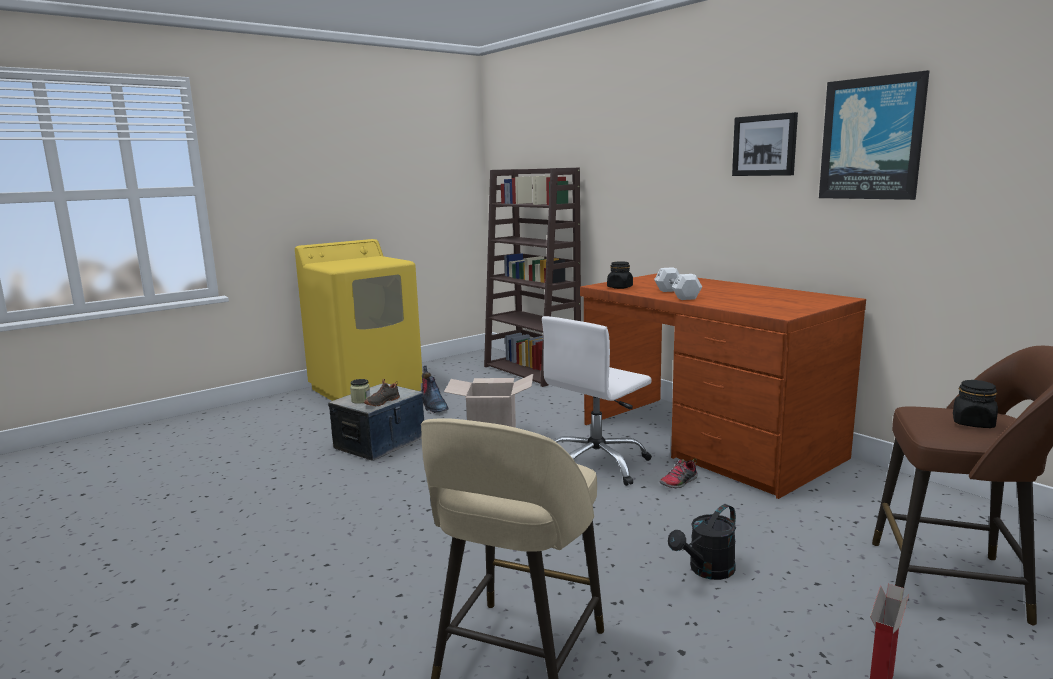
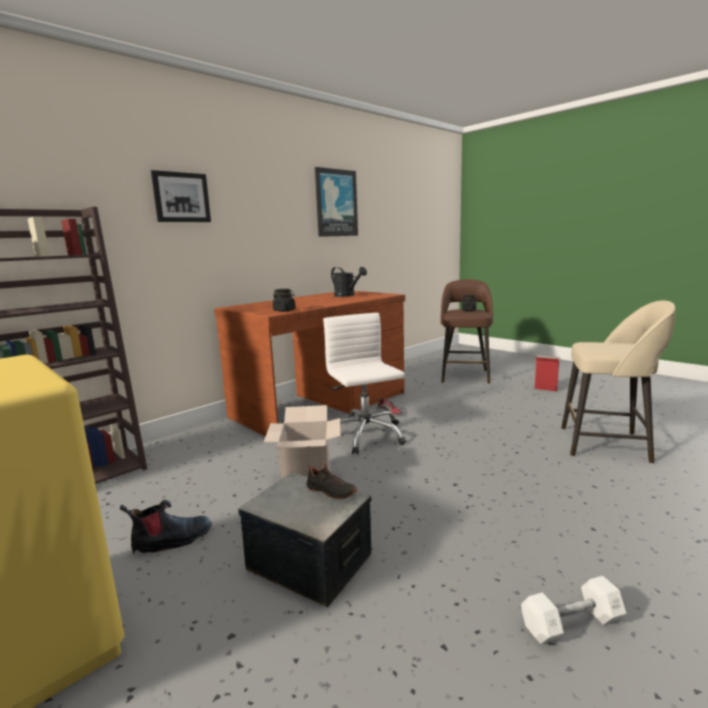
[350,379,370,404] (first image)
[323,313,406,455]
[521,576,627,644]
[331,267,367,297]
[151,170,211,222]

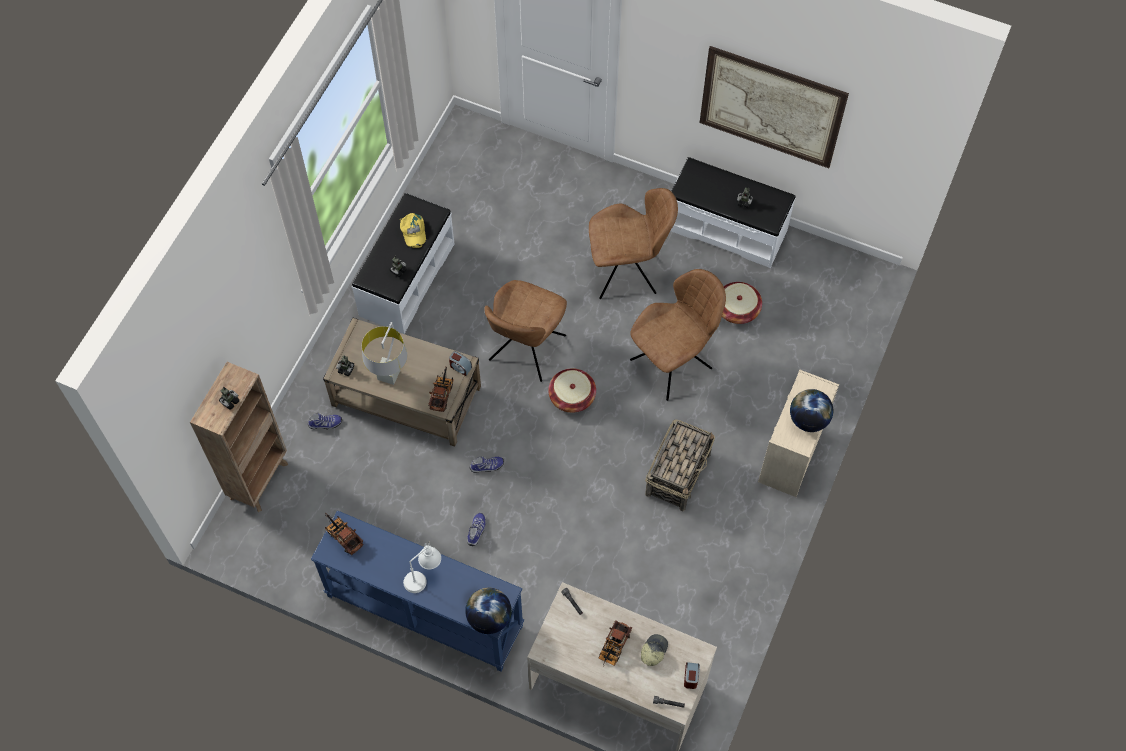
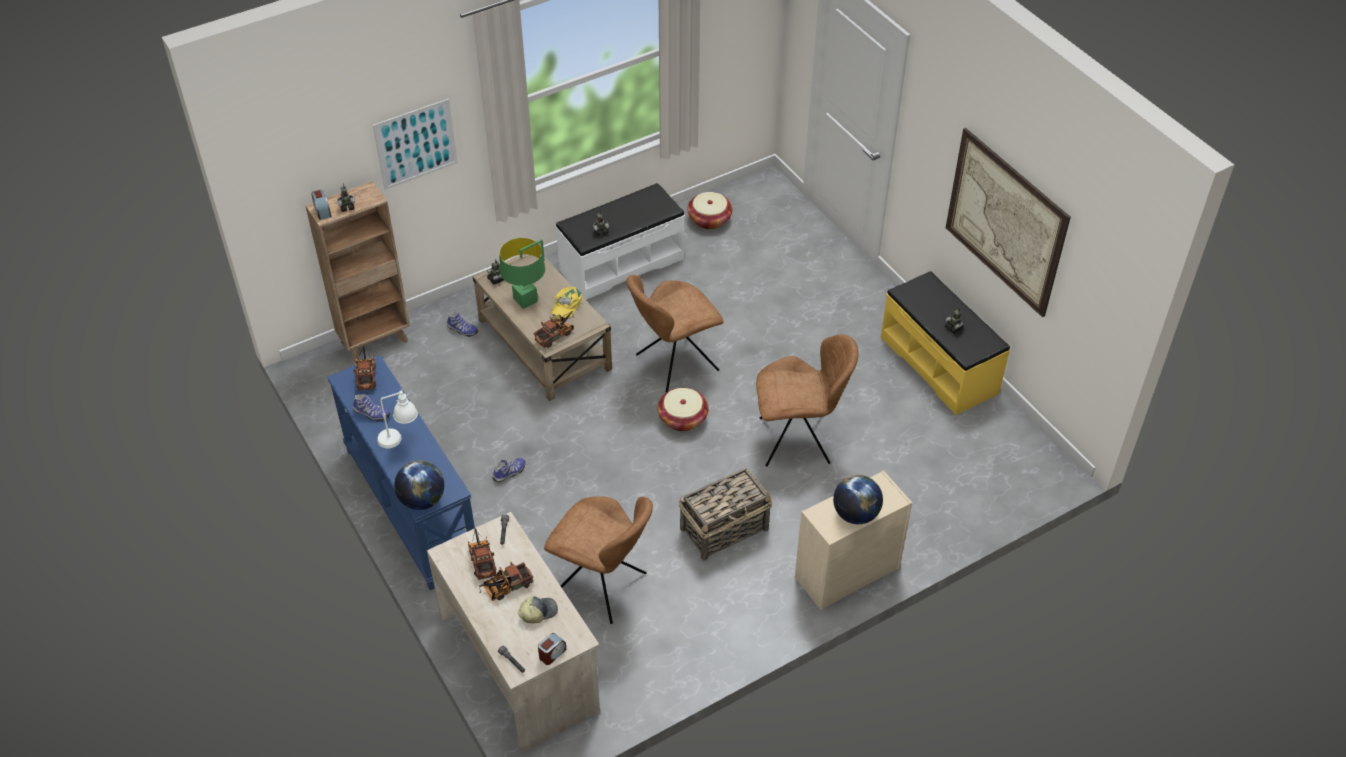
[500,238,545,309]
[551,287,582,319]
[311,190,331,220]
[353,394,390,421]
[544,496,653,624]
[881,271,1010,415]
[687,192,732,229]
[373,98,458,190]
[468,526,496,580]

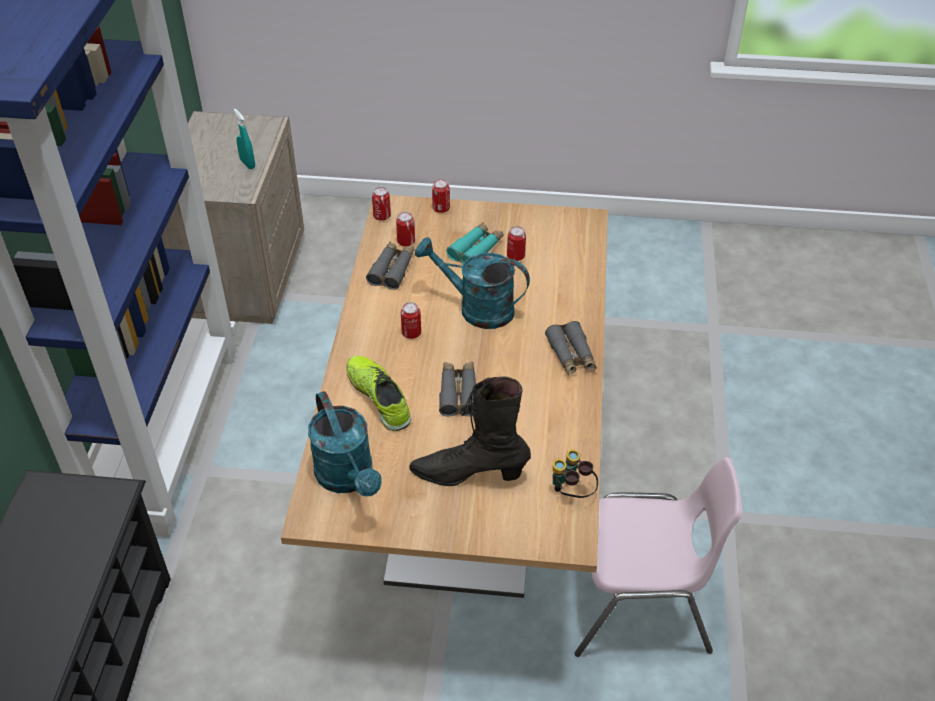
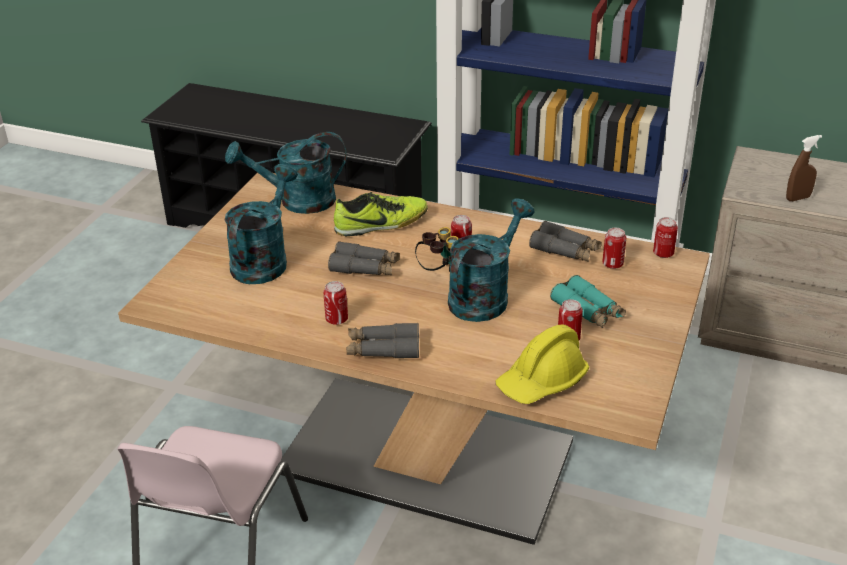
[786,135,822,201]
[225,164,298,284]
[323,281,348,325]
[415,227,459,272]
[496,324,589,404]

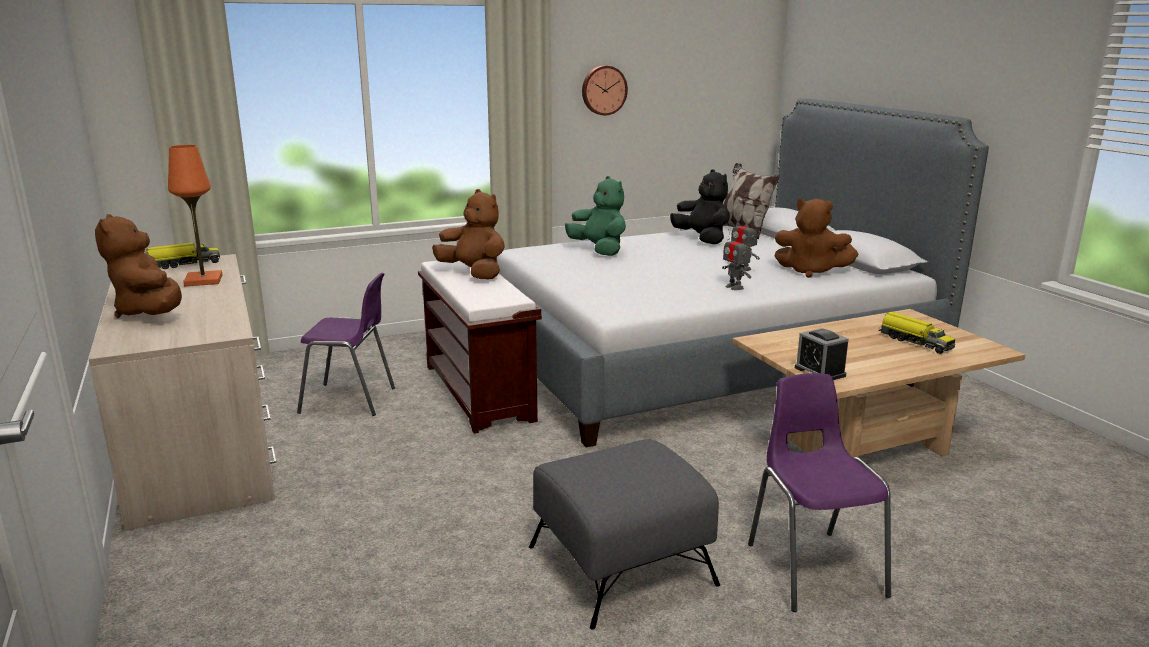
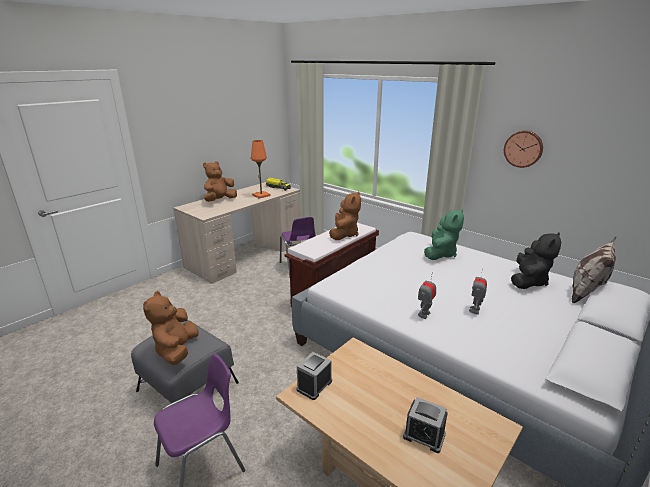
[143,291,199,365]
[403,397,448,453]

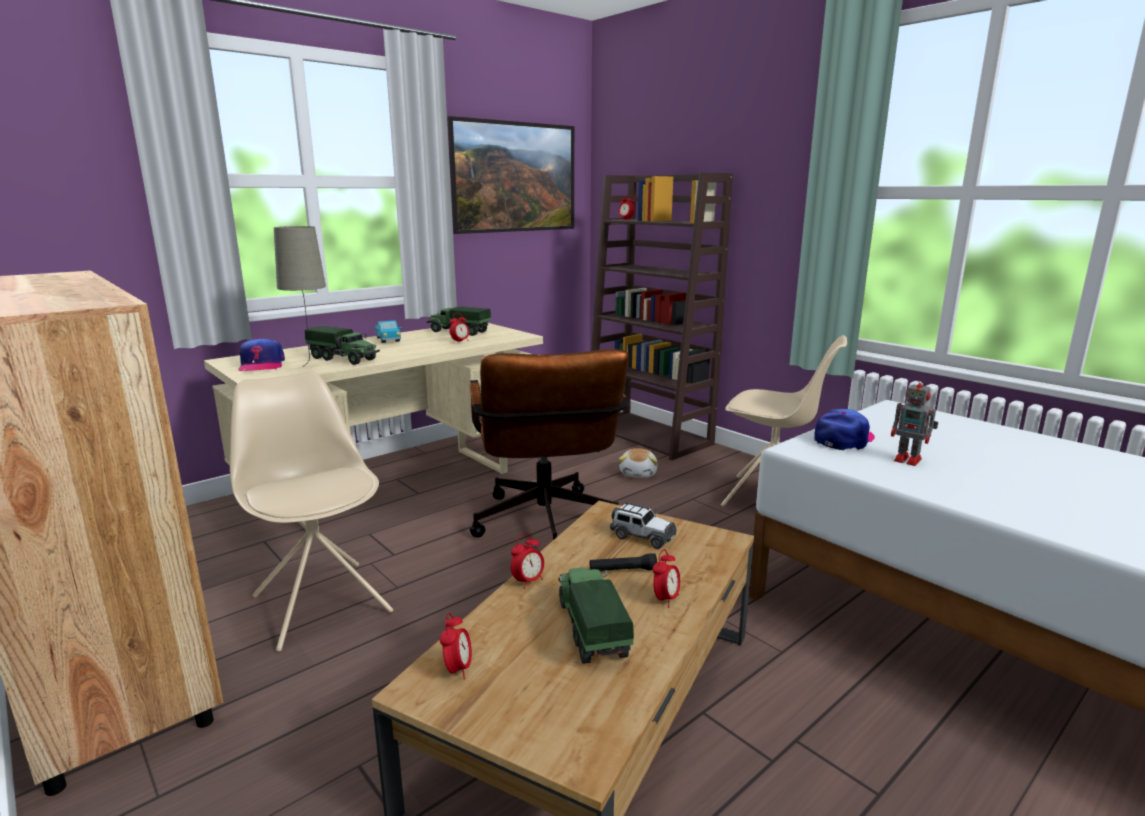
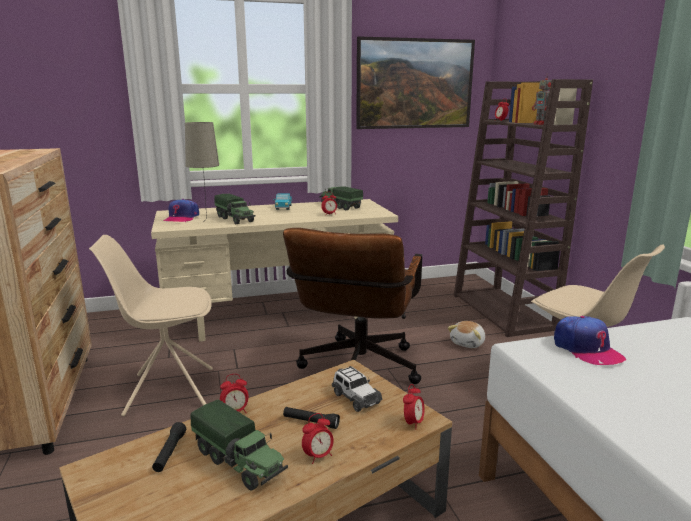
[89,235,213,416]
[403,384,425,430]
[191,399,288,491]
[554,316,626,365]
[532,74,552,125]
[152,422,186,472]

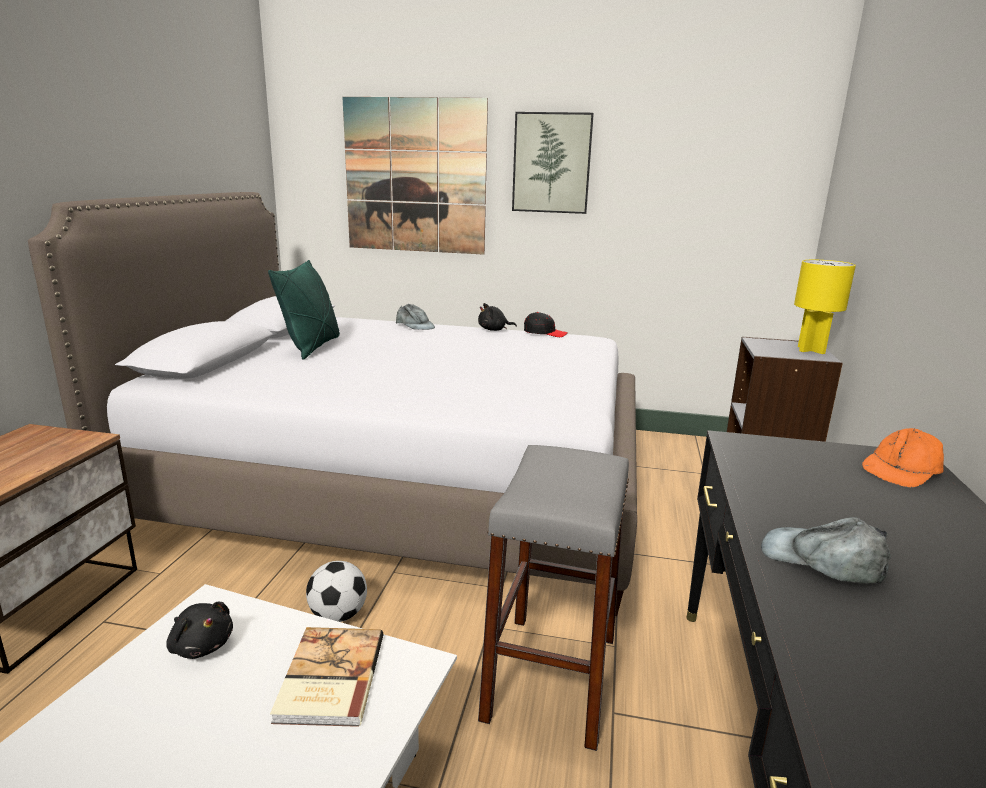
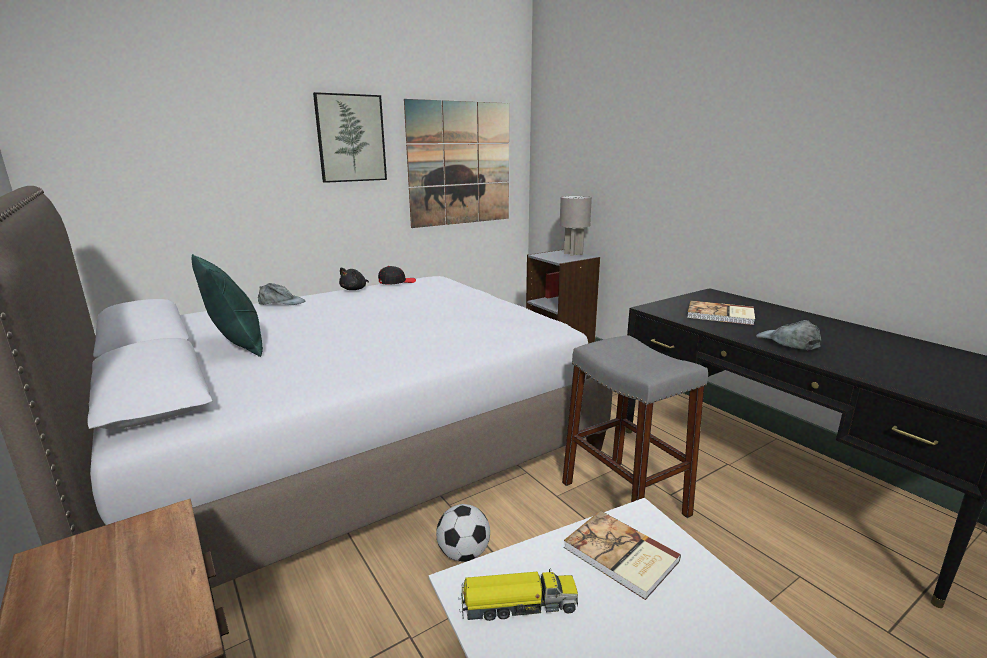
[459,569,578,621]
[404,99,509,228]
[756,320,821,350]
[560,196,592,256]
[862,428,944,488] (first image)
[687,301,755,325]

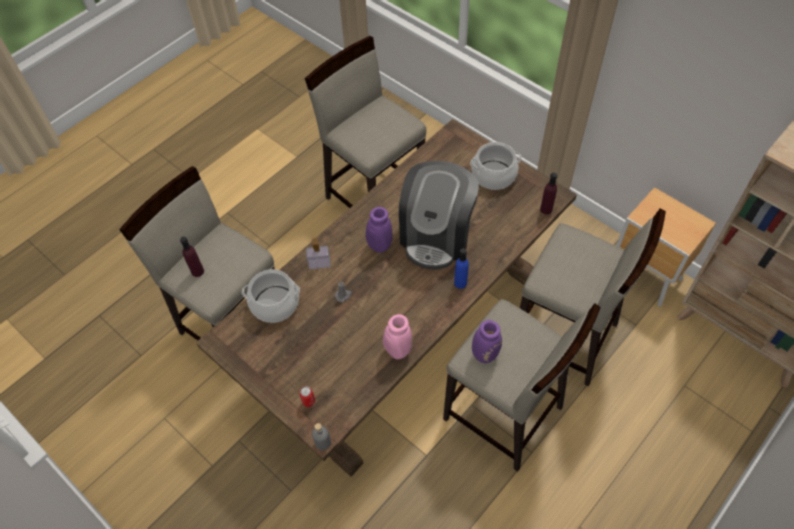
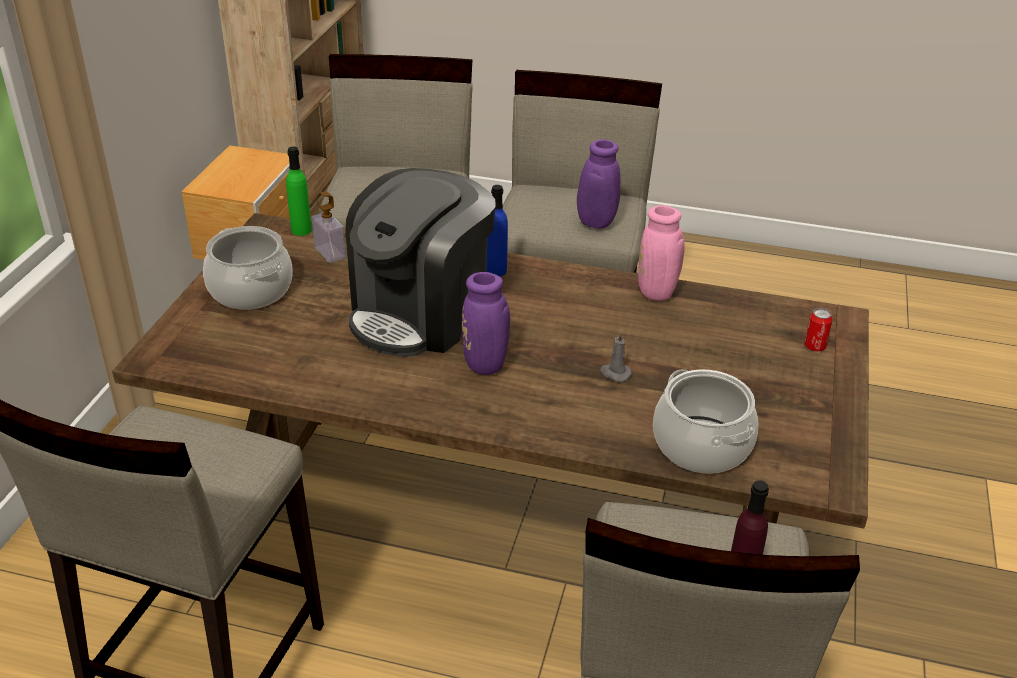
[312,192,346,263]
[312,423,331,450] (first image)
[345,168,495,357]
[286,147,312,236]

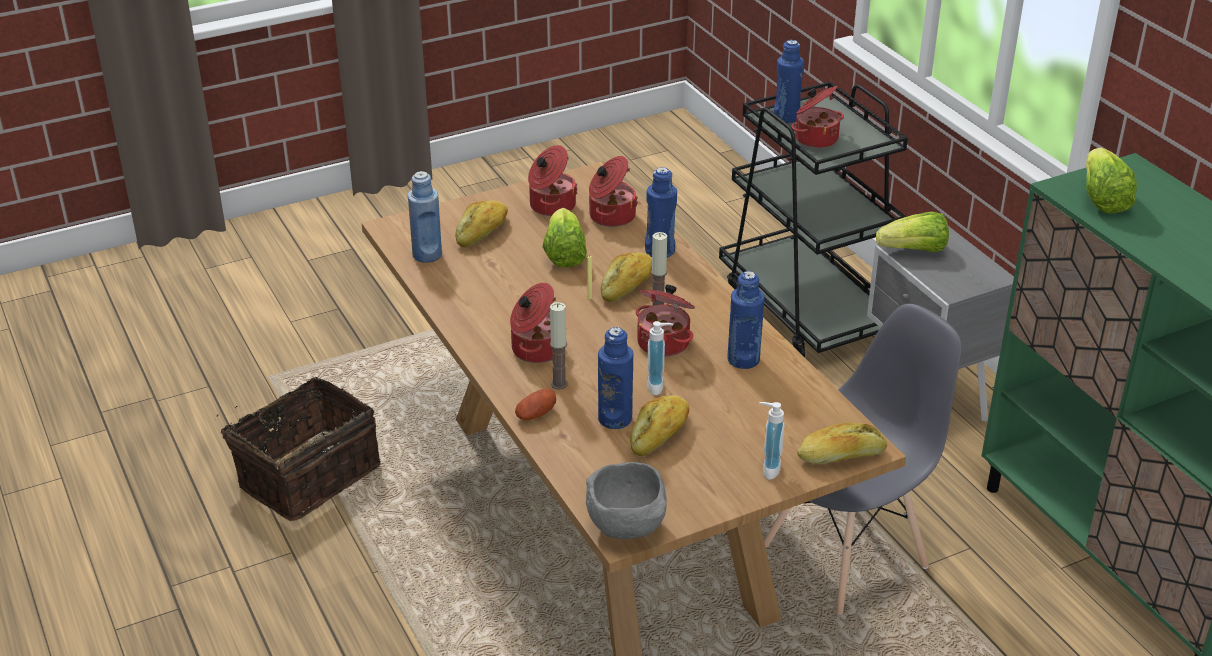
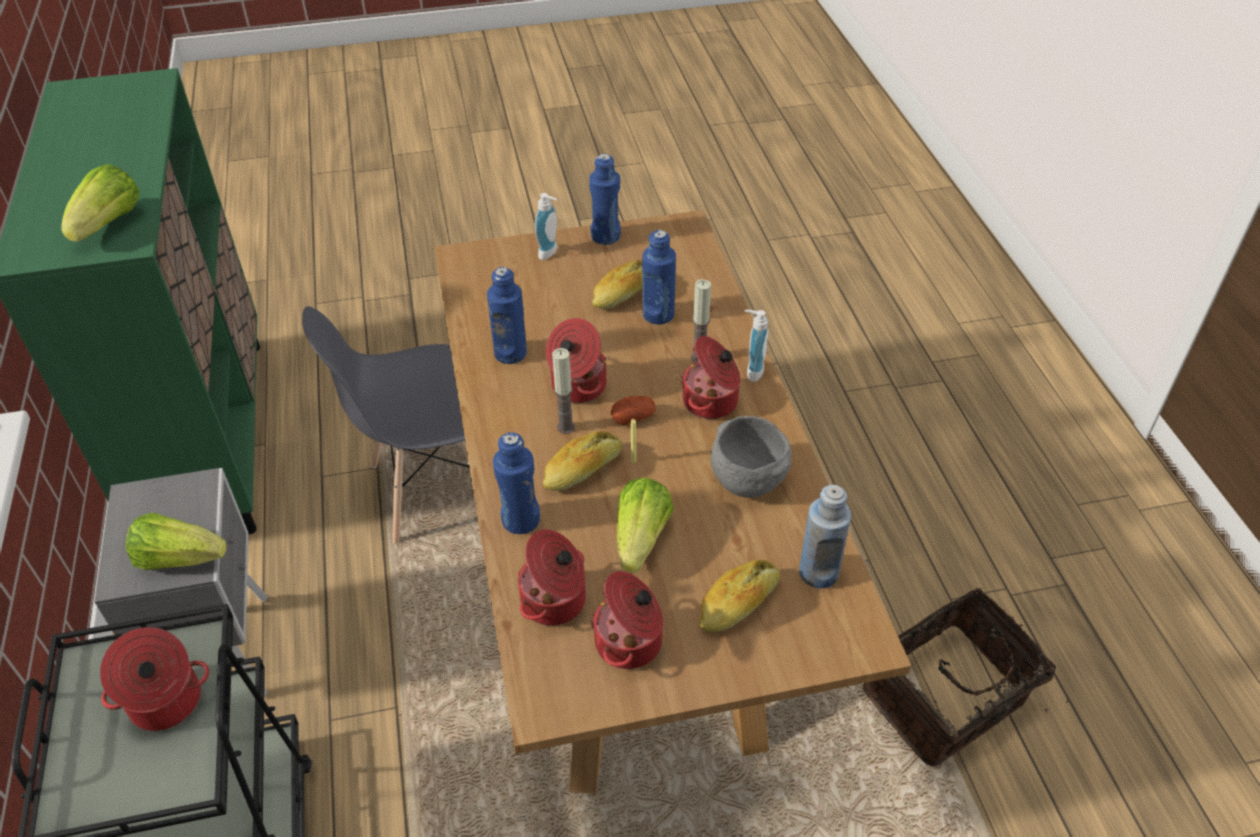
[611,396,656,425]
[711,416,792,498]
[745,310,769,382]
[589,154,620,245]
[797,423,887,464] (first image)

